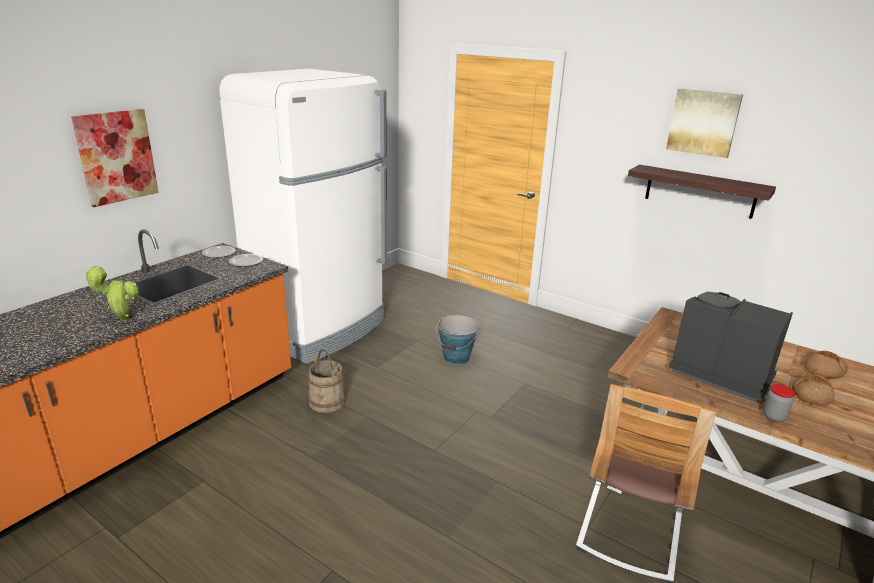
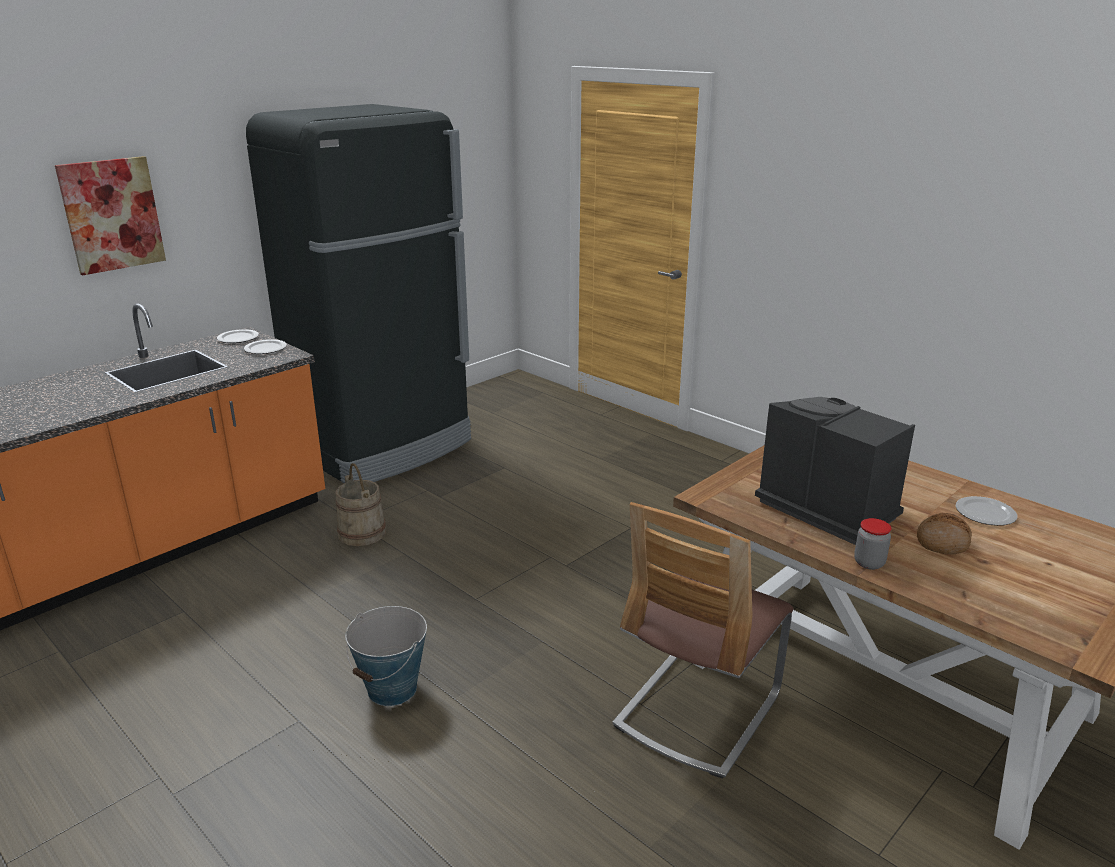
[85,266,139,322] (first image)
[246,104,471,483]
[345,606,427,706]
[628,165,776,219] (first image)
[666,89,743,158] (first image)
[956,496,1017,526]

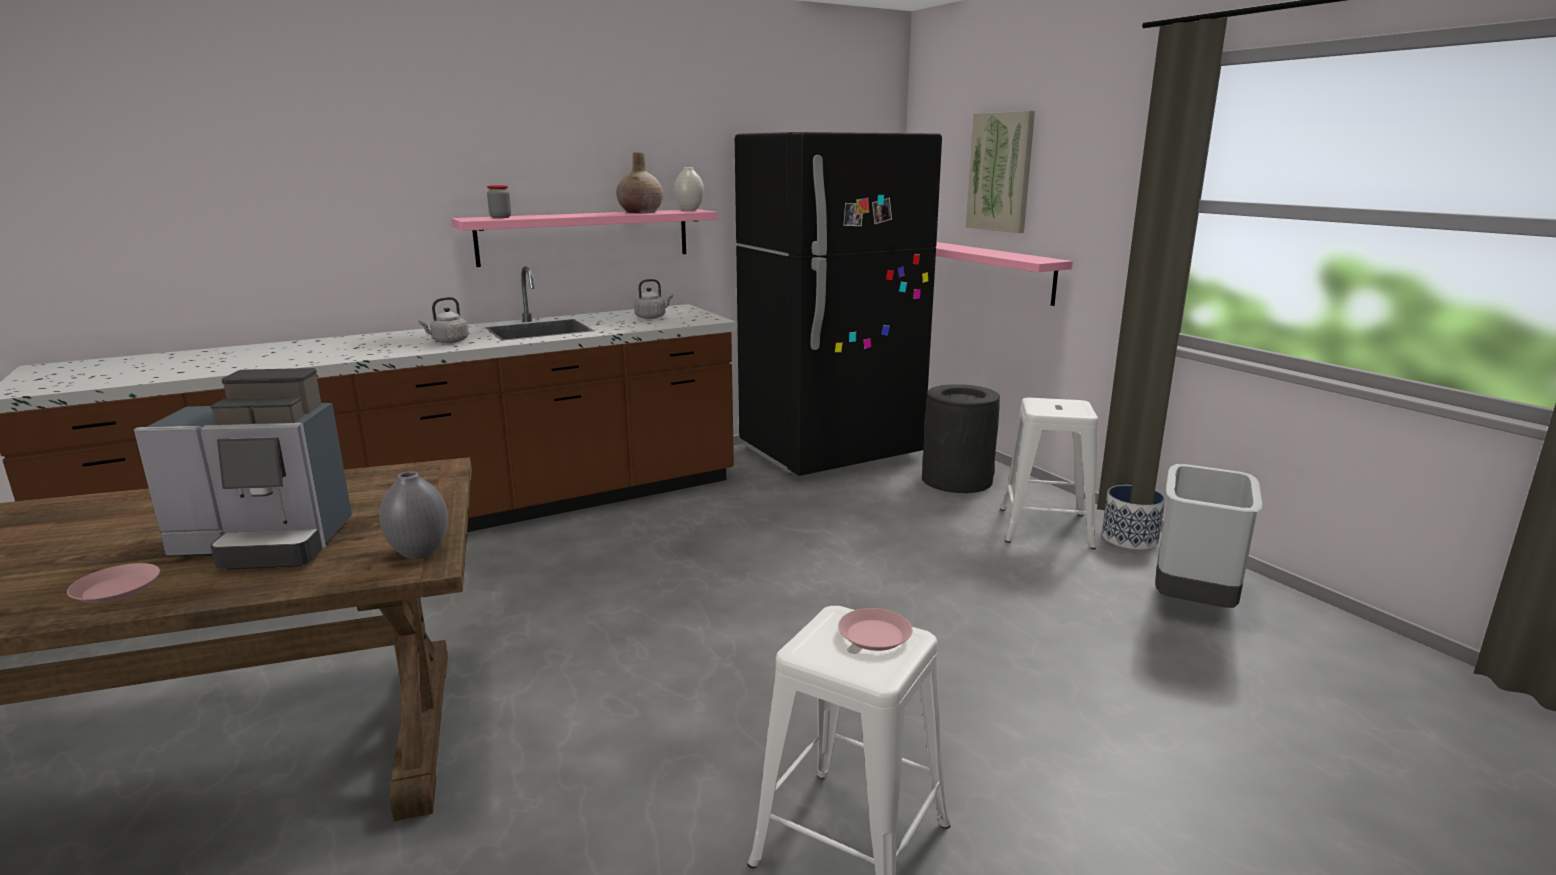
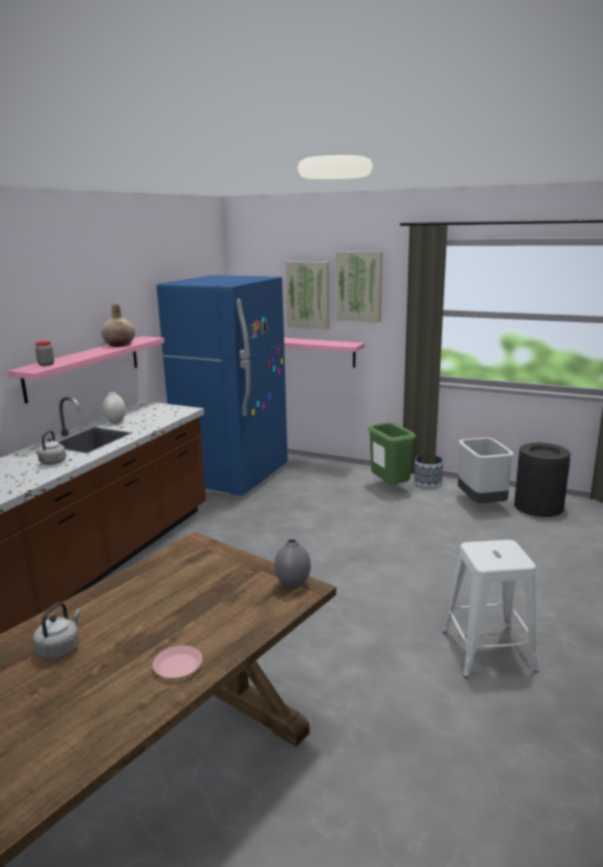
[134,368,352,570] (first image)
[33,602,81,659]
[103,392,126,423]
[157,275,288,496]
[838,608,912,651] (first image)
[514,443,571,517]
[368,422,416,484]
[336,252,382,322]

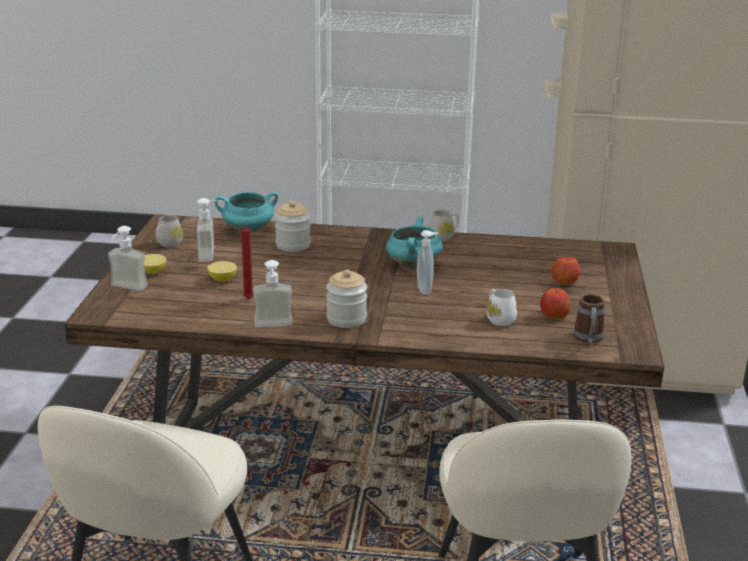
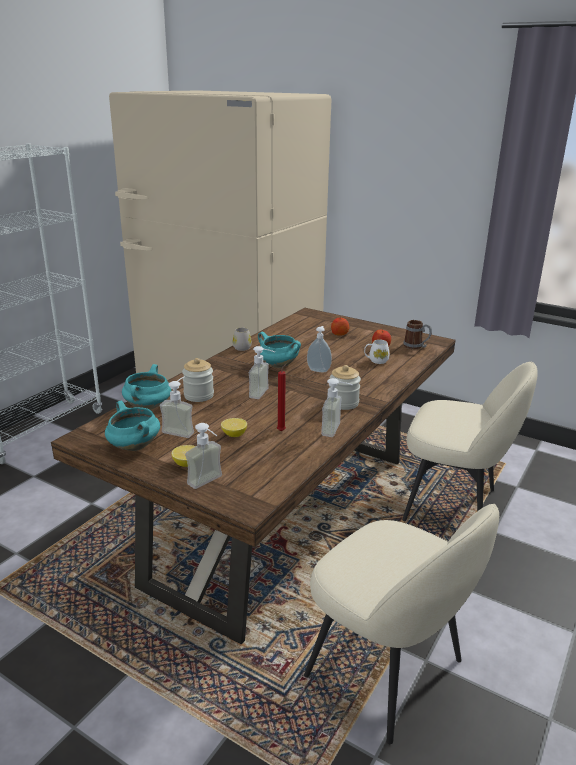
[105,401,160,451]
[249,346,275,399]

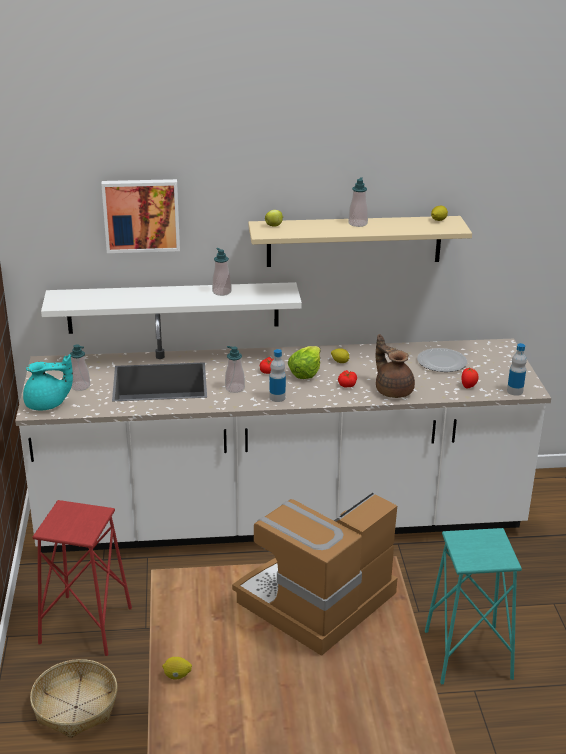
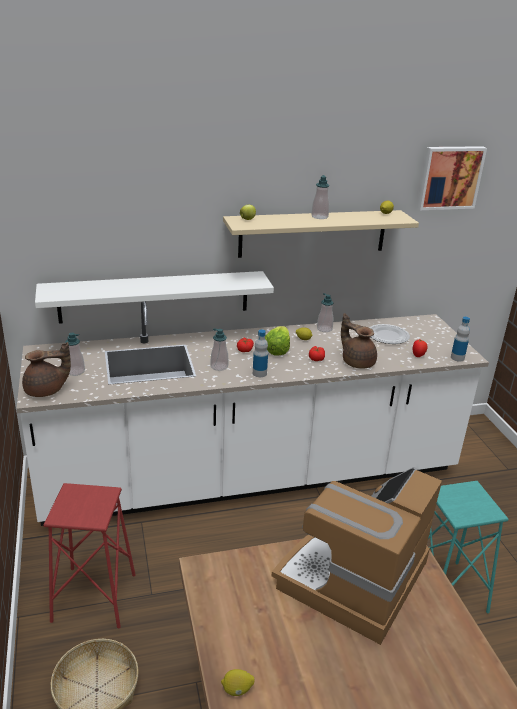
[22,342,71,397]
[417,146,487,210]
[317,293,333,332]

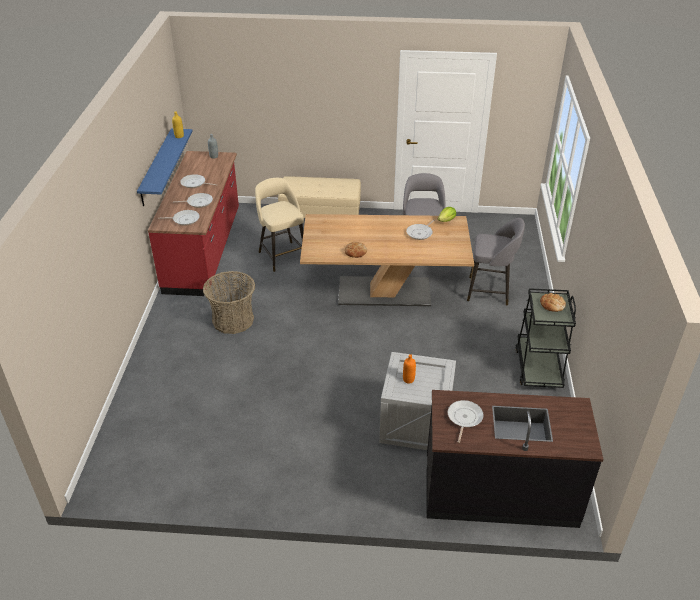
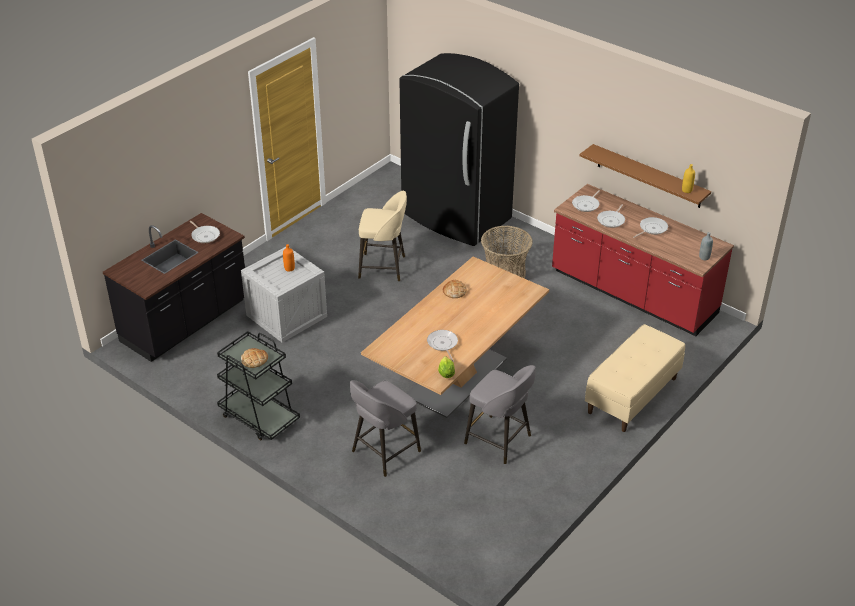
[580,144,711,208]
[358,191,407,281]
[399,53,519,246]

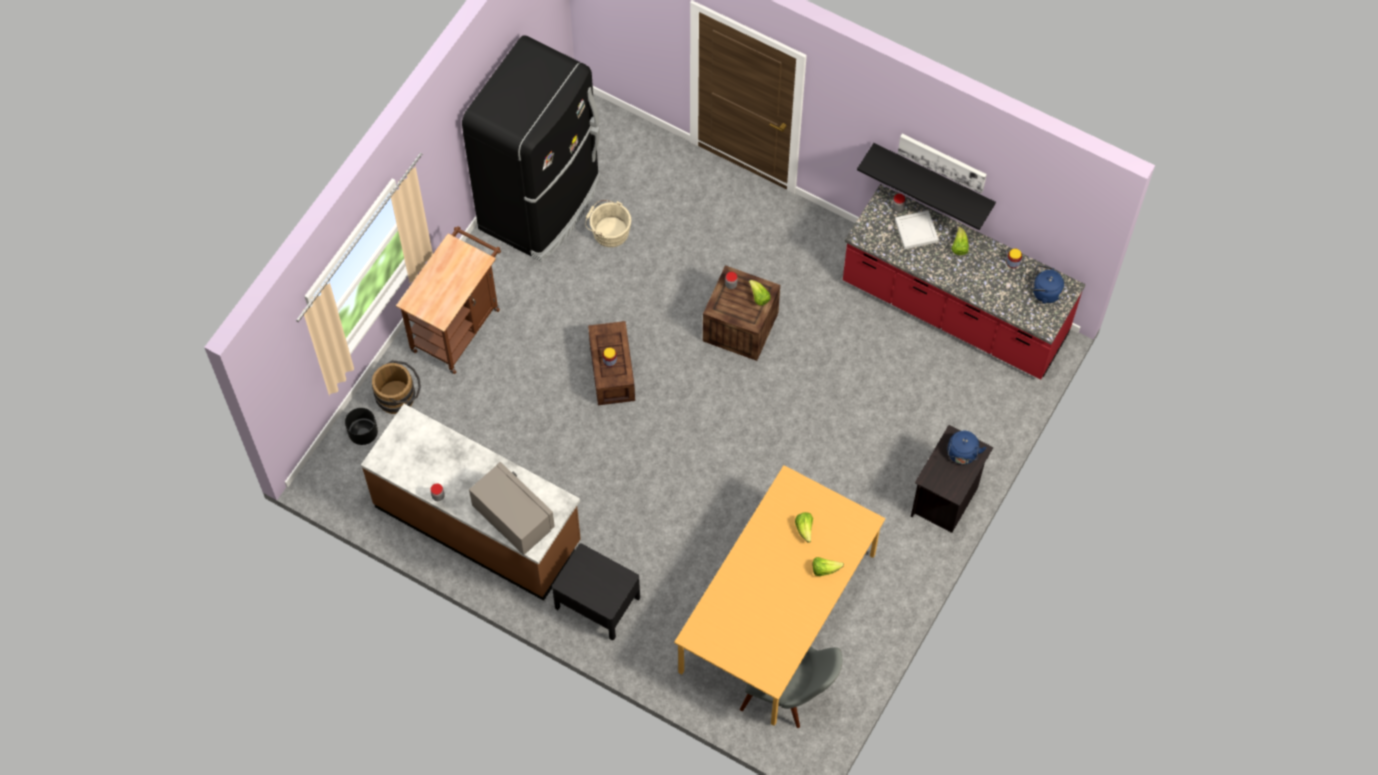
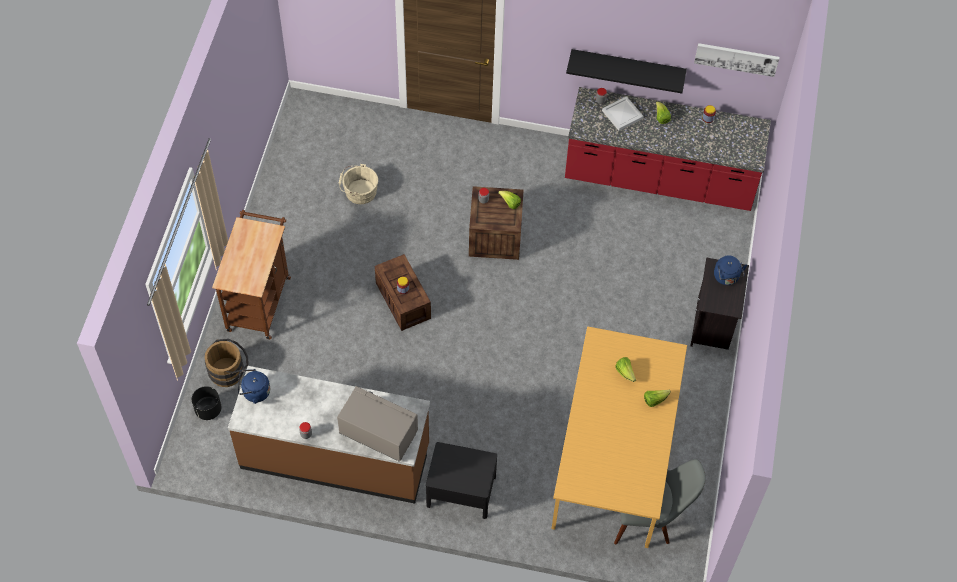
[462,35,600,262] (first image)
[694,43,779,77]
[238,369,270,404]

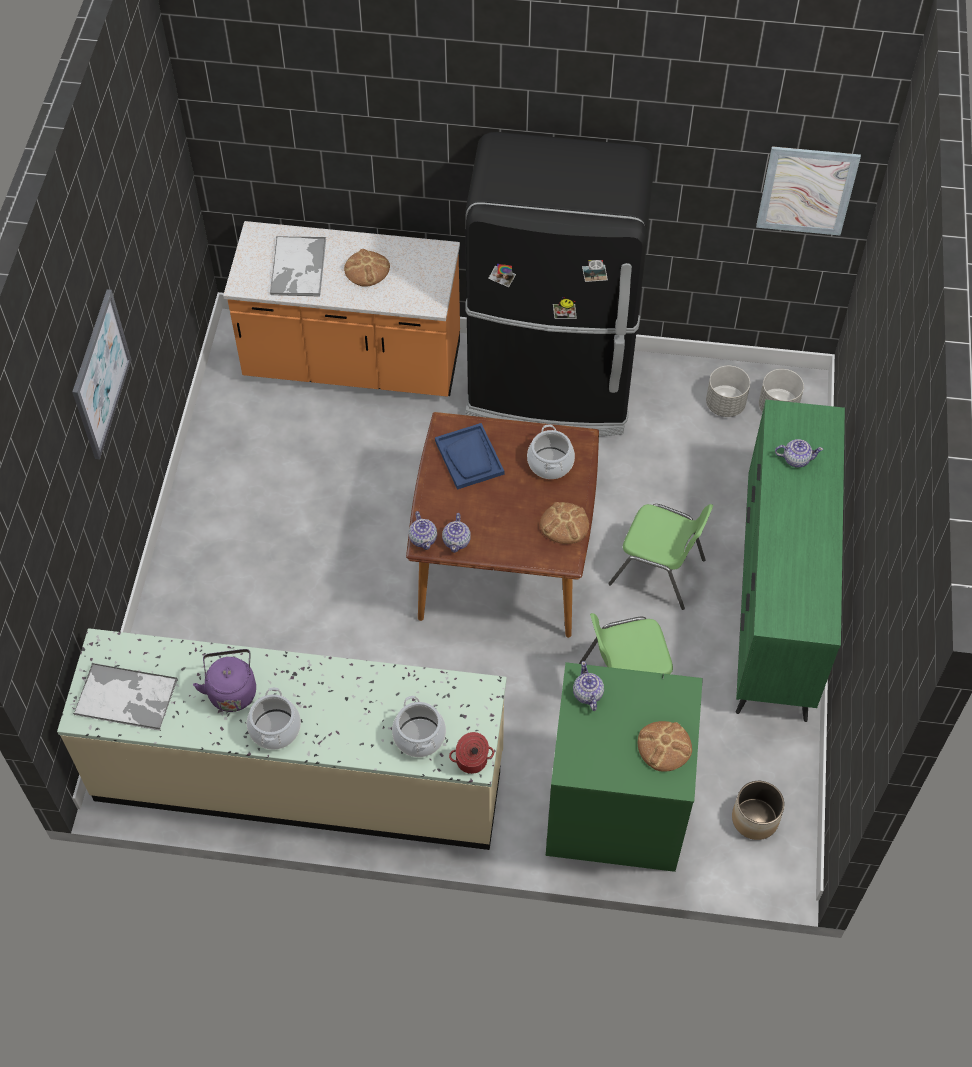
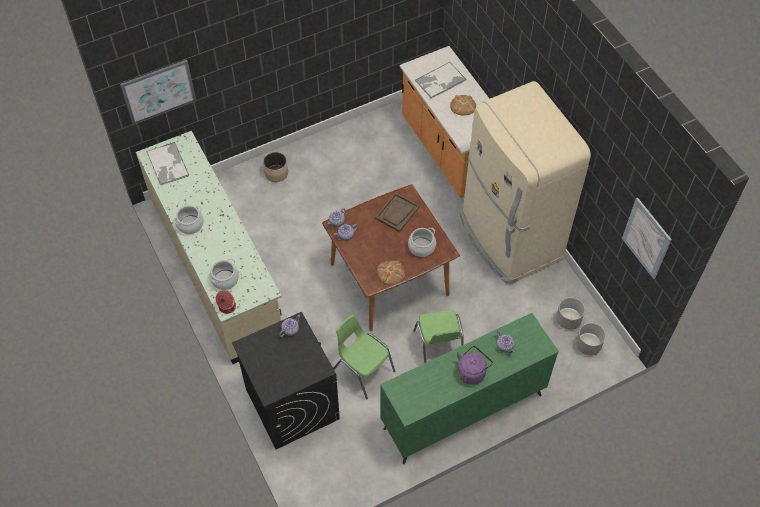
[120,60,196,125]
[457,346,493,385]
[375,192,420,232]
[459,81,591,285]
[232,312,340,449]
[638,721,692,771] (first image)
[263,152,288,182]

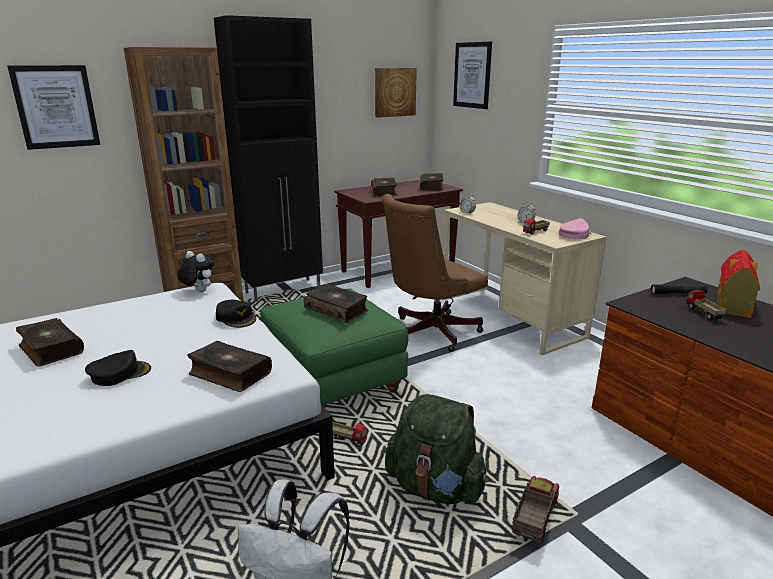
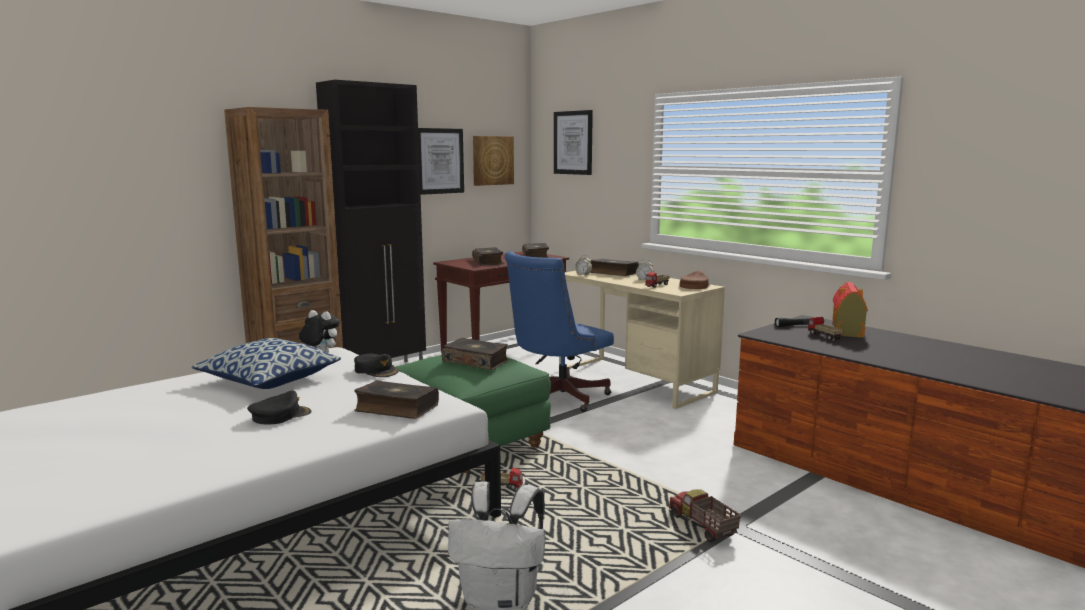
[418,128,464,195]
[590,258,639,276]
[505,252,614,412]
[385,394,488,504] (first image)
[669,489,741,542]
[680,271,710,289]
[191,338,341,389]

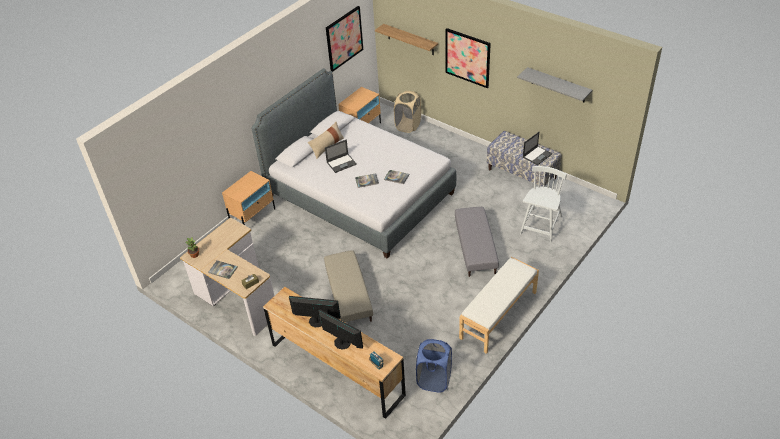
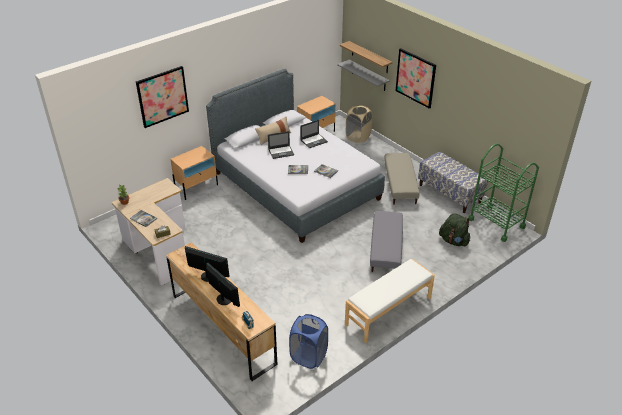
[384,153,420,205]
[136,66,189,128]
[337,60,390,91]
[439,214,470,246]
[300,120,328,148]
[468,144,539,242]

